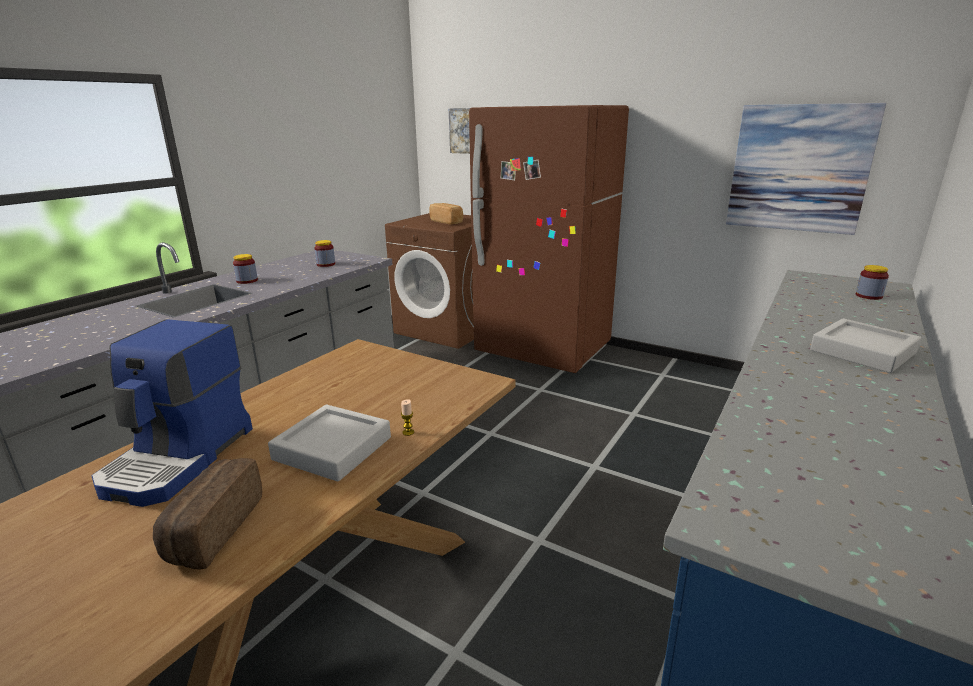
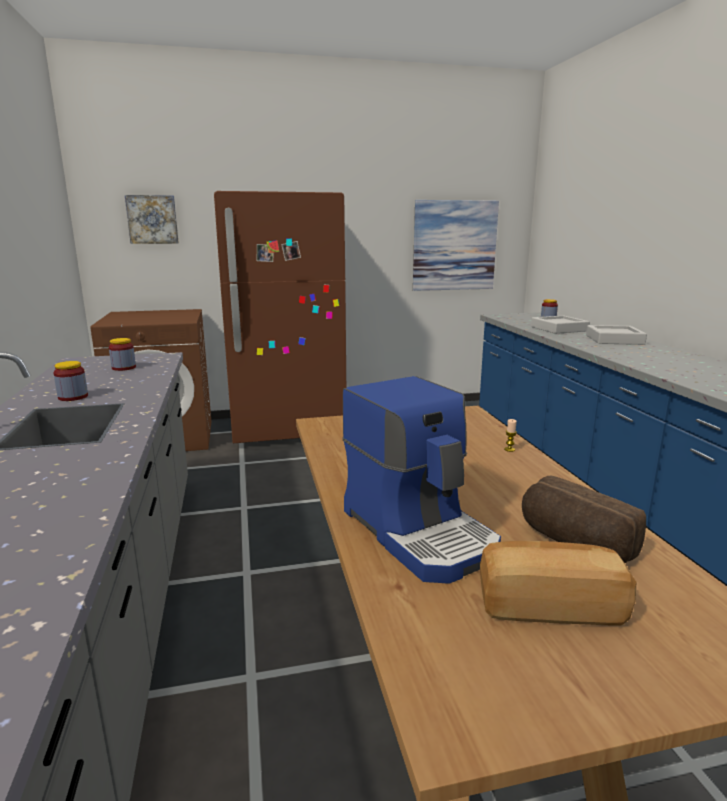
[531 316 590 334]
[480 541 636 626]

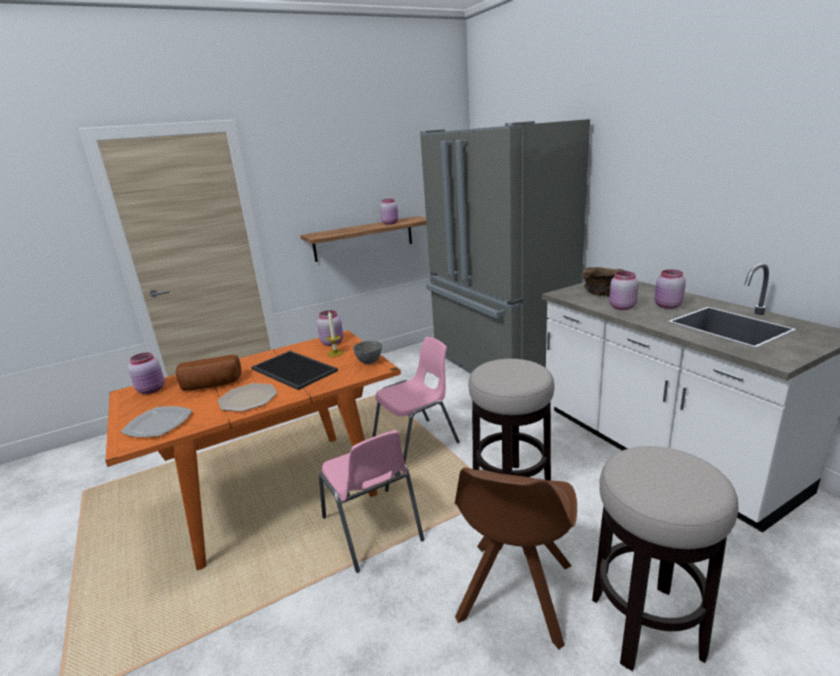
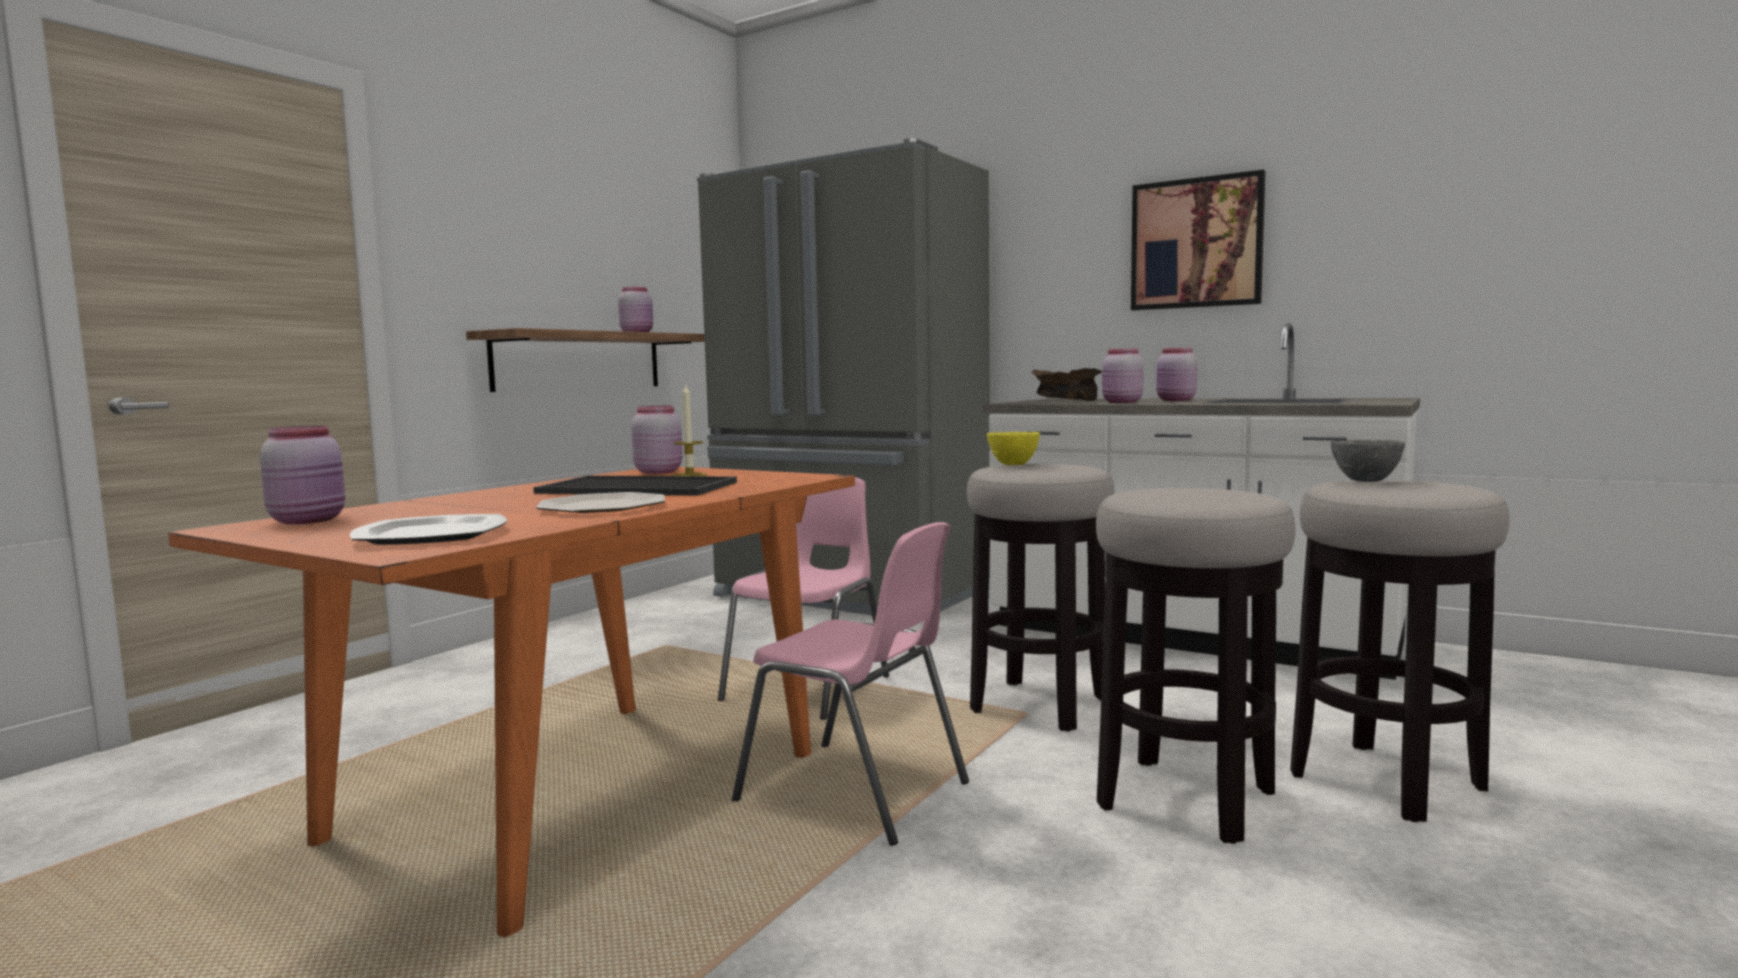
[176 355 241 391] (first image)
[1331 440 1405 482]
[1096 488 1296 844]
[987 432 1040 465]
[1131 170 1265 310]

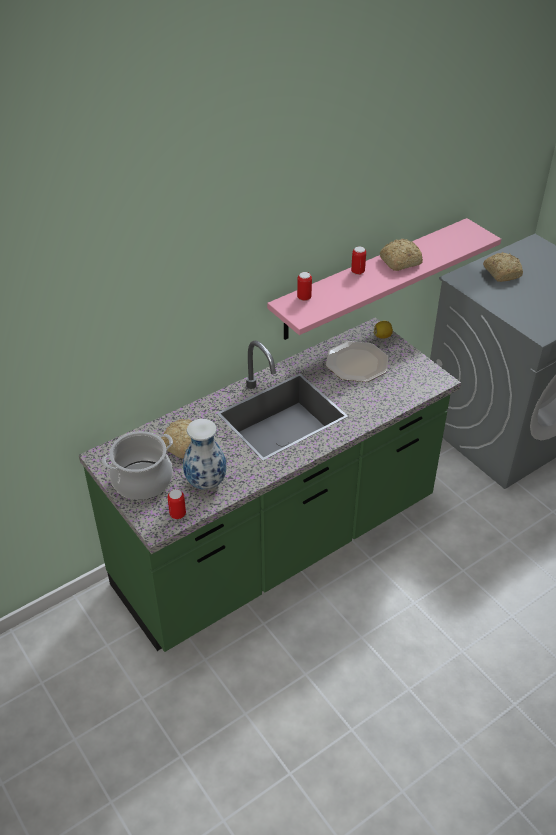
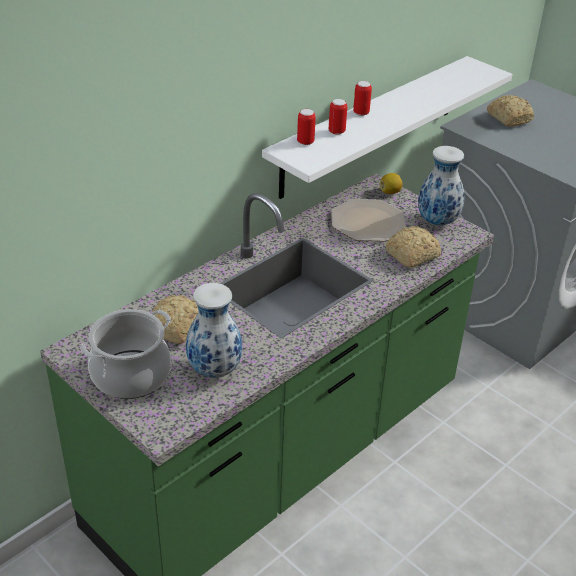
[329 99 347 135]
[262 56 513 199]
[385 226 441 268]
[418 146 465 226]

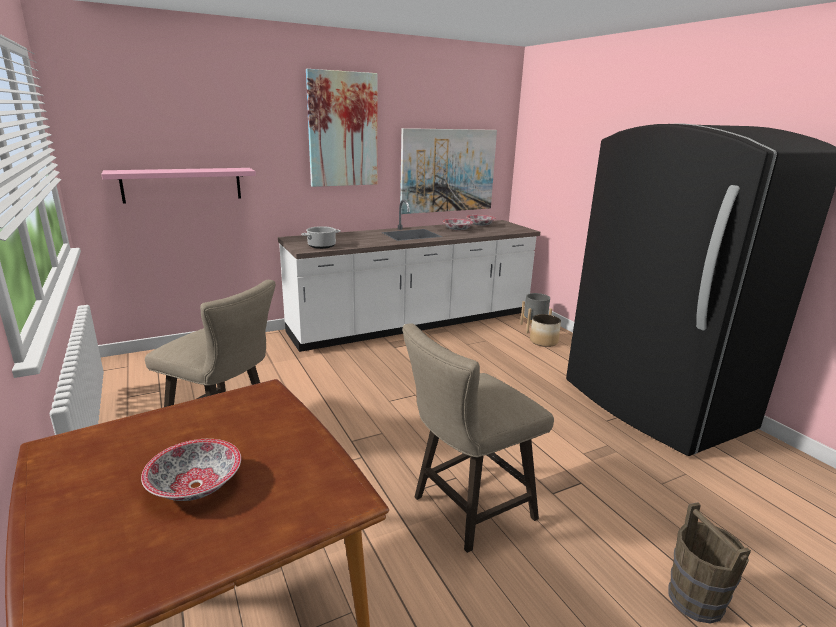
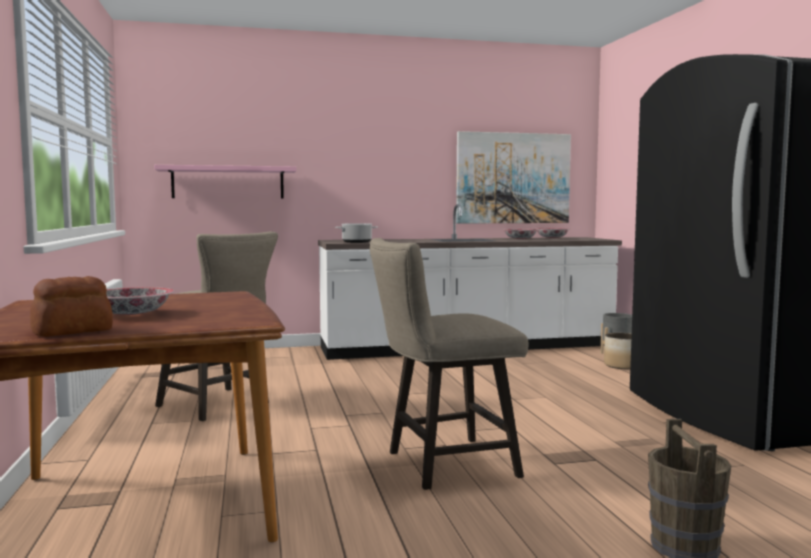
[306 69 378 187] (first image)
[30 276 113 337]

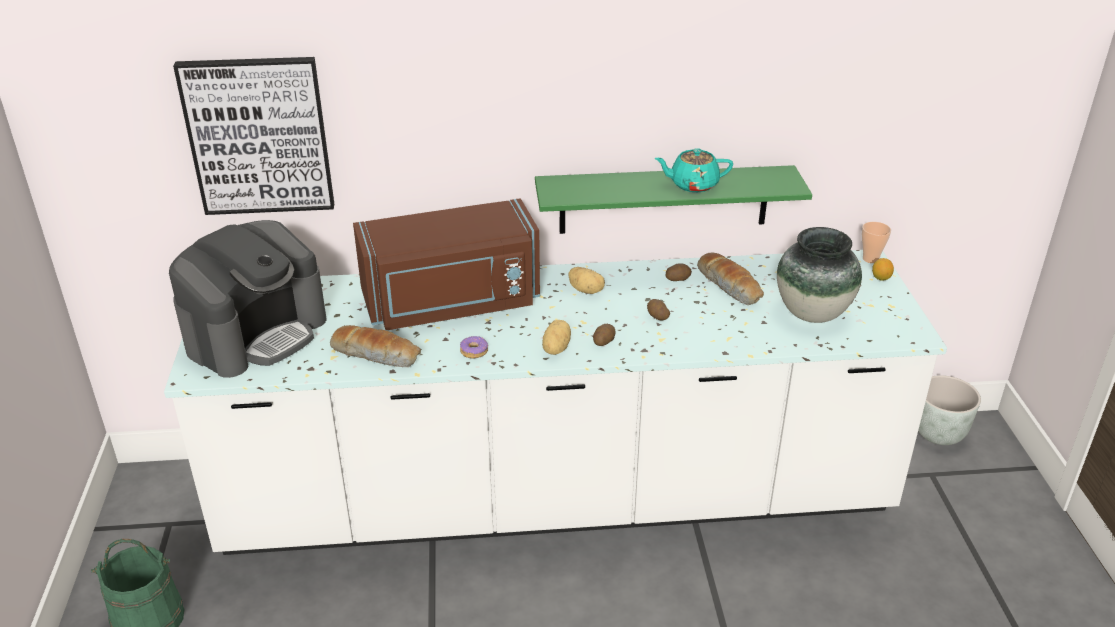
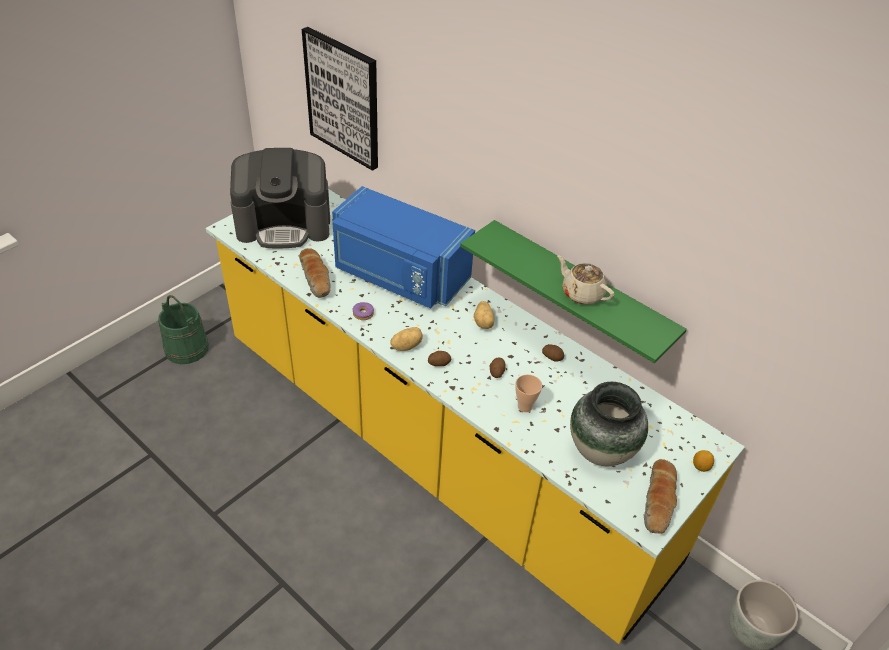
[206 189 745 644]
[332 186 475 309]
[557 255 614 305]
[643 459 677 534]
[515 374 542 412]

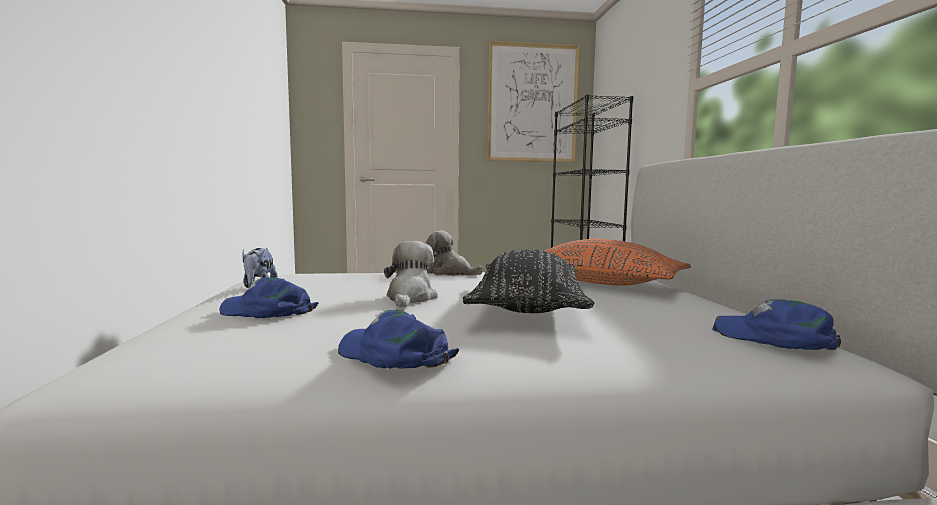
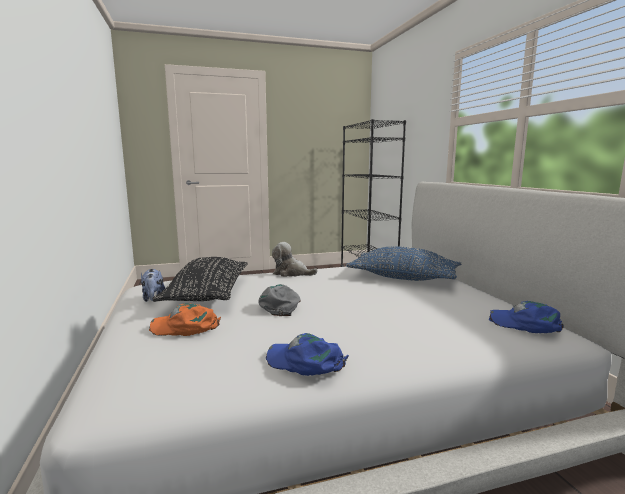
[149 303 221 336]
[258 284 301 316]
[152 257 248 302]
[487 41 580 162] (first image)
[346 246 462 281]

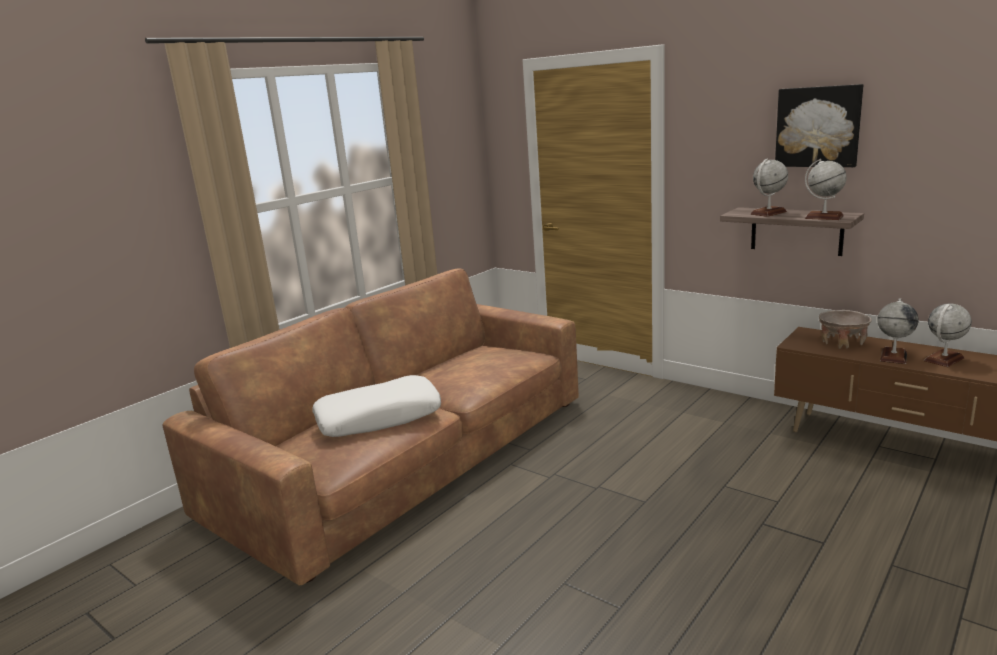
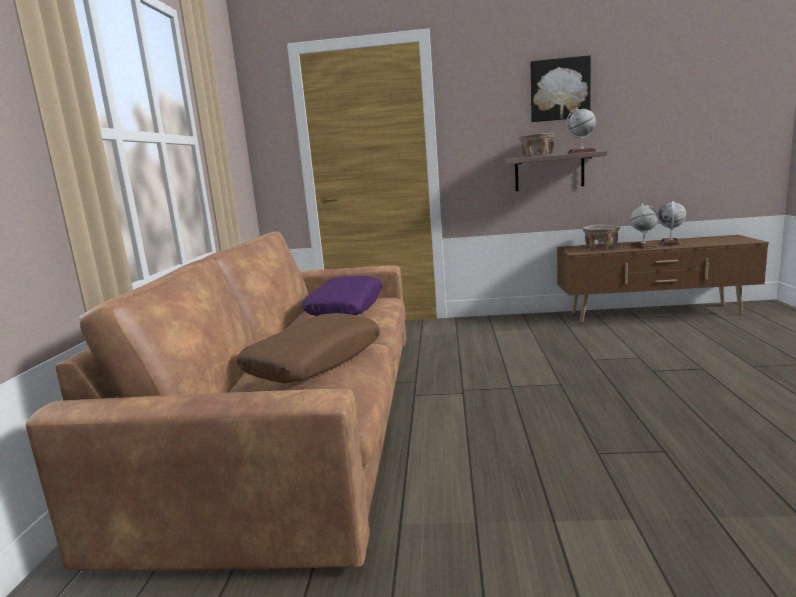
[237 313 380 383]
[518 133 556 157]
[302 276 382 316]

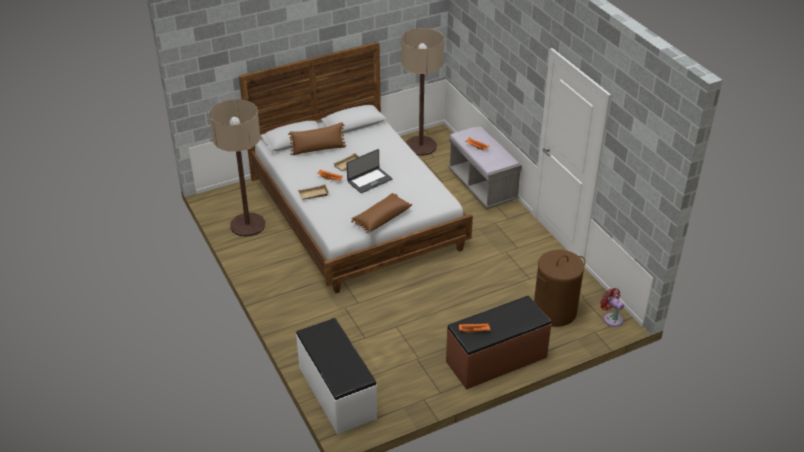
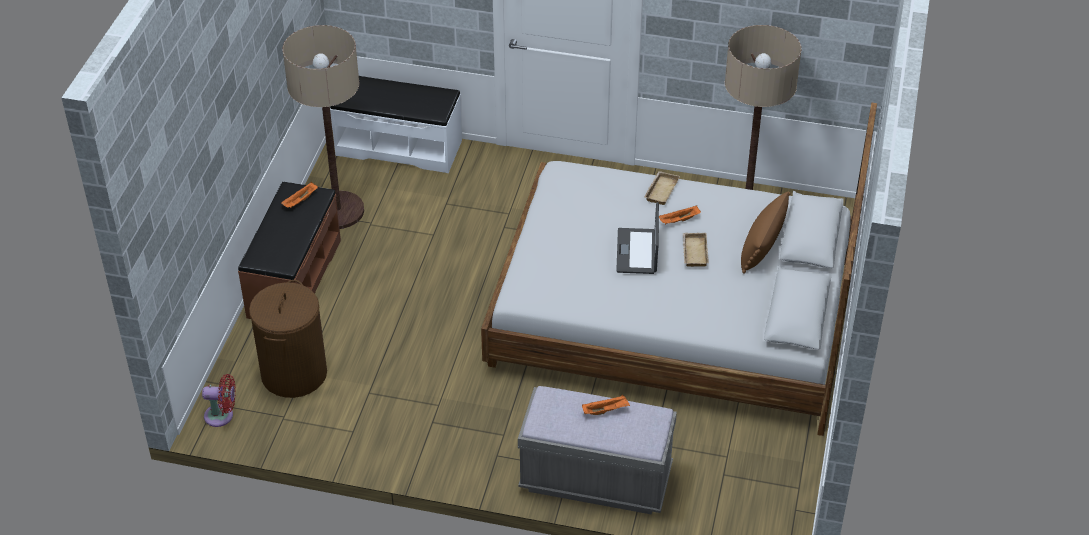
[351 193 412 233] (first image)
[282 25 364 229]

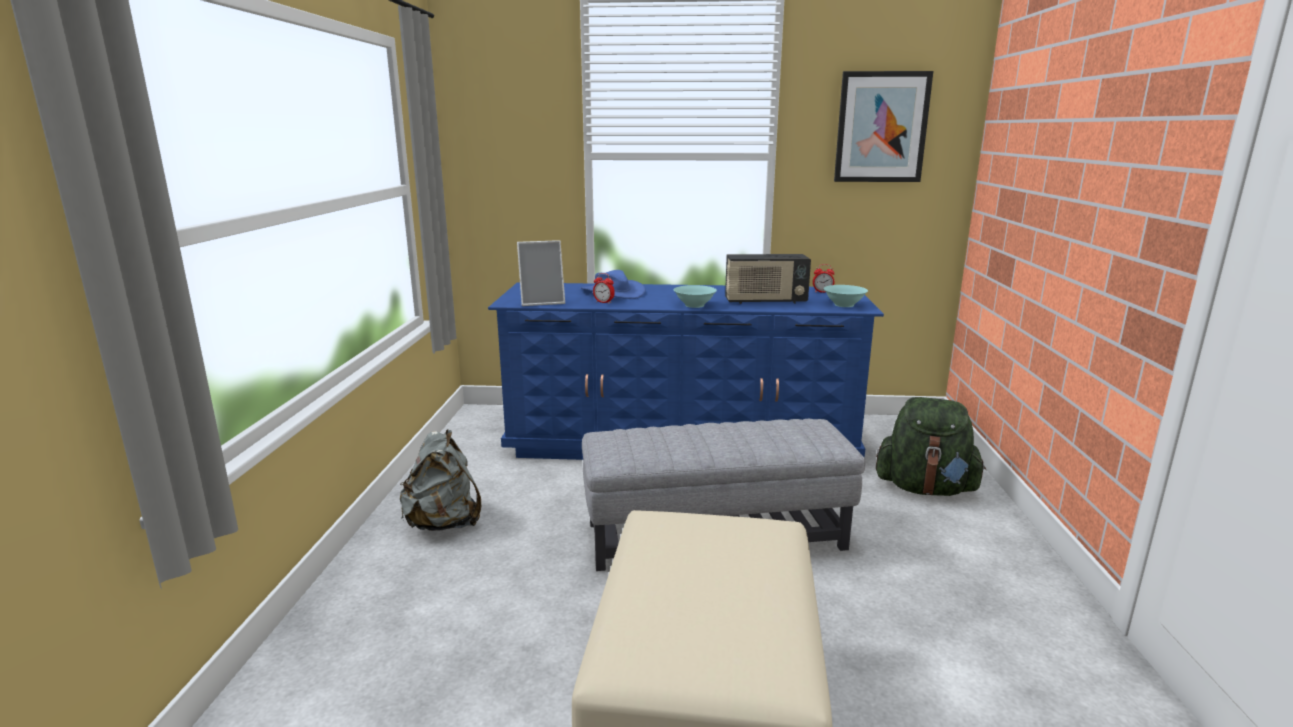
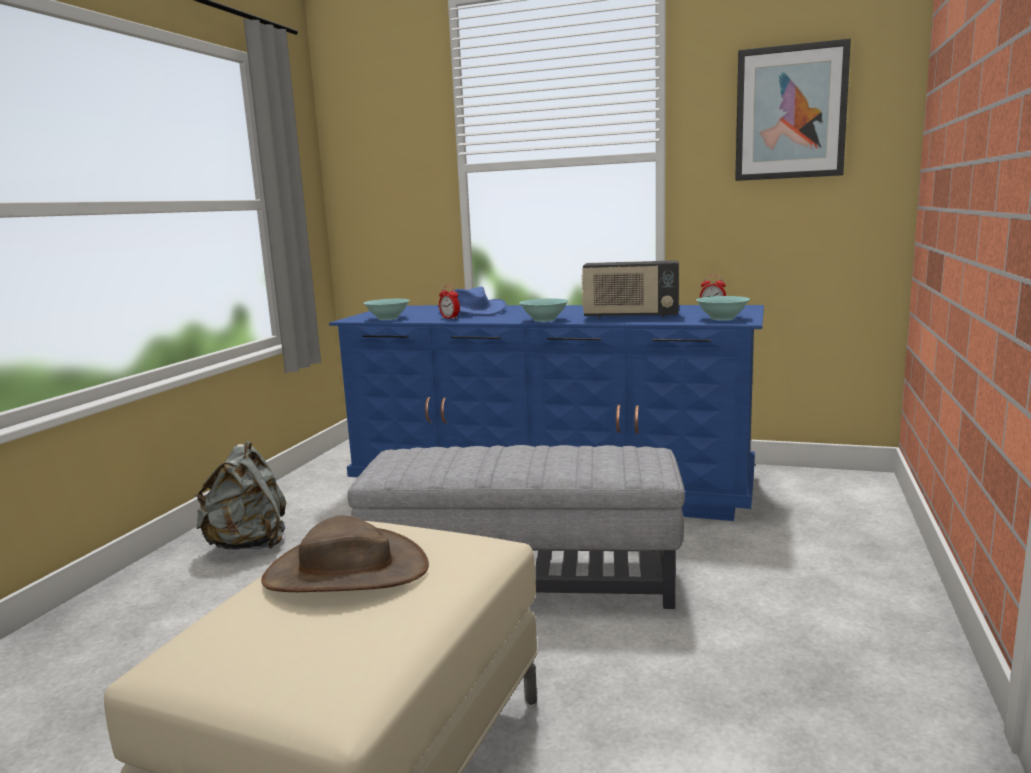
[364 299 410 320]
[876 397 986 496] (first image)
[261 515 429 592]

